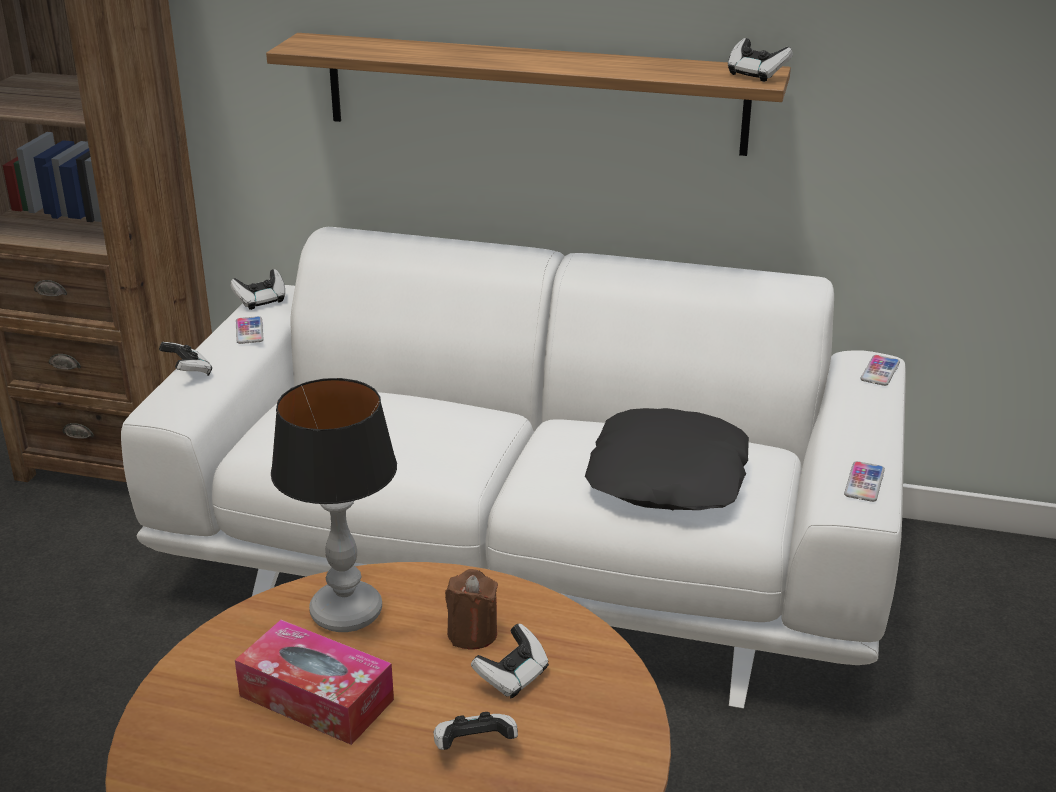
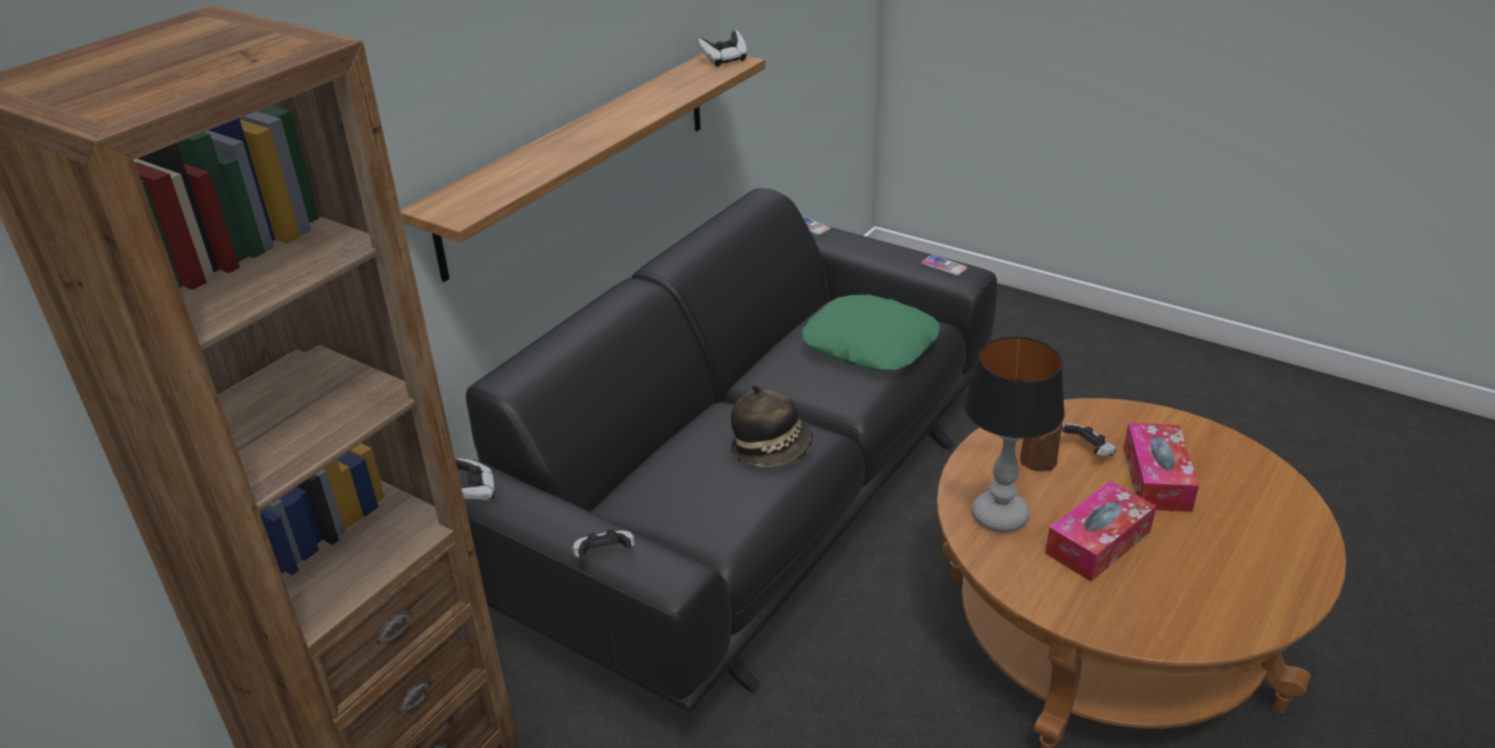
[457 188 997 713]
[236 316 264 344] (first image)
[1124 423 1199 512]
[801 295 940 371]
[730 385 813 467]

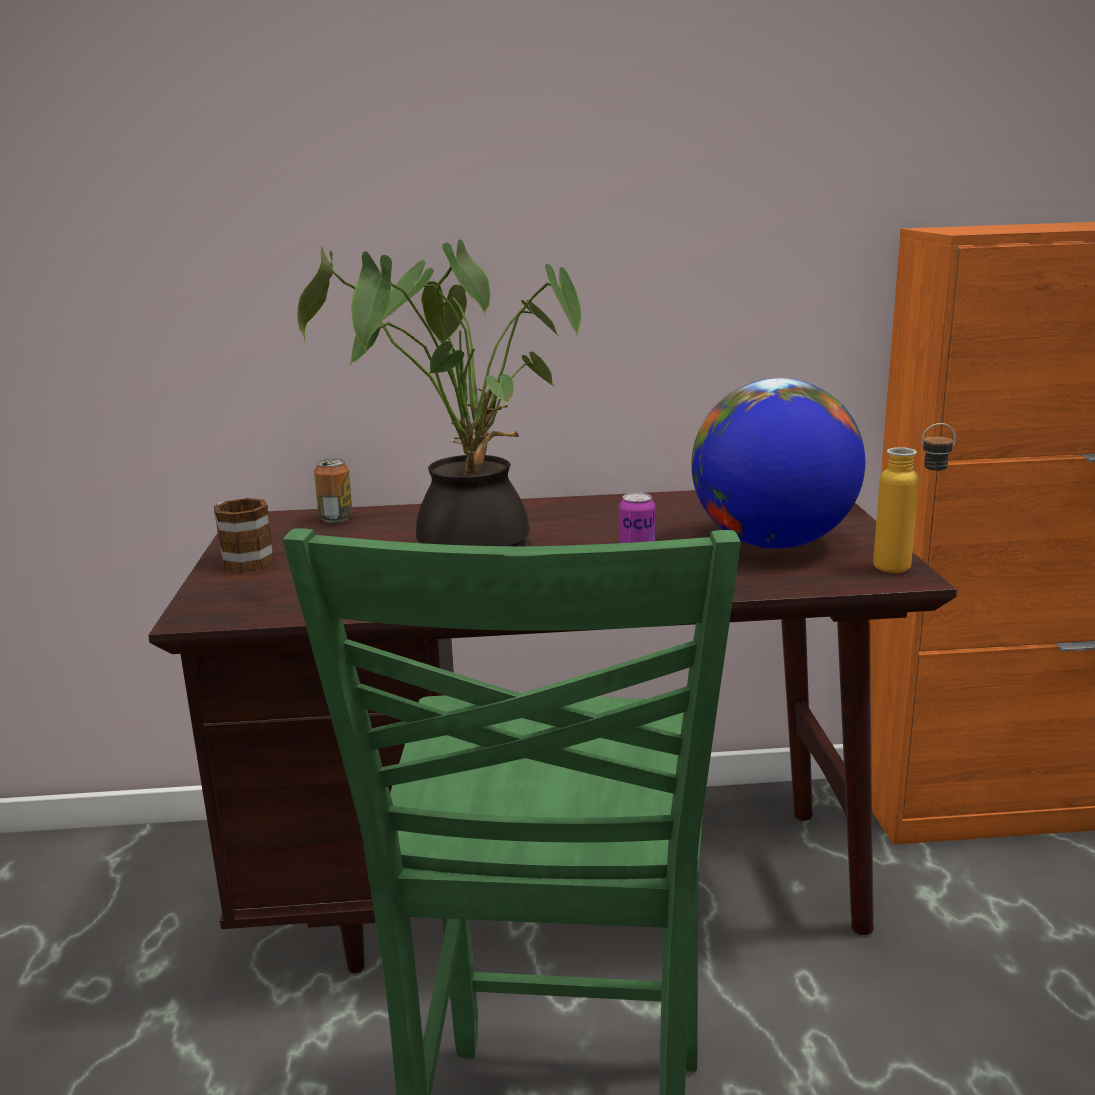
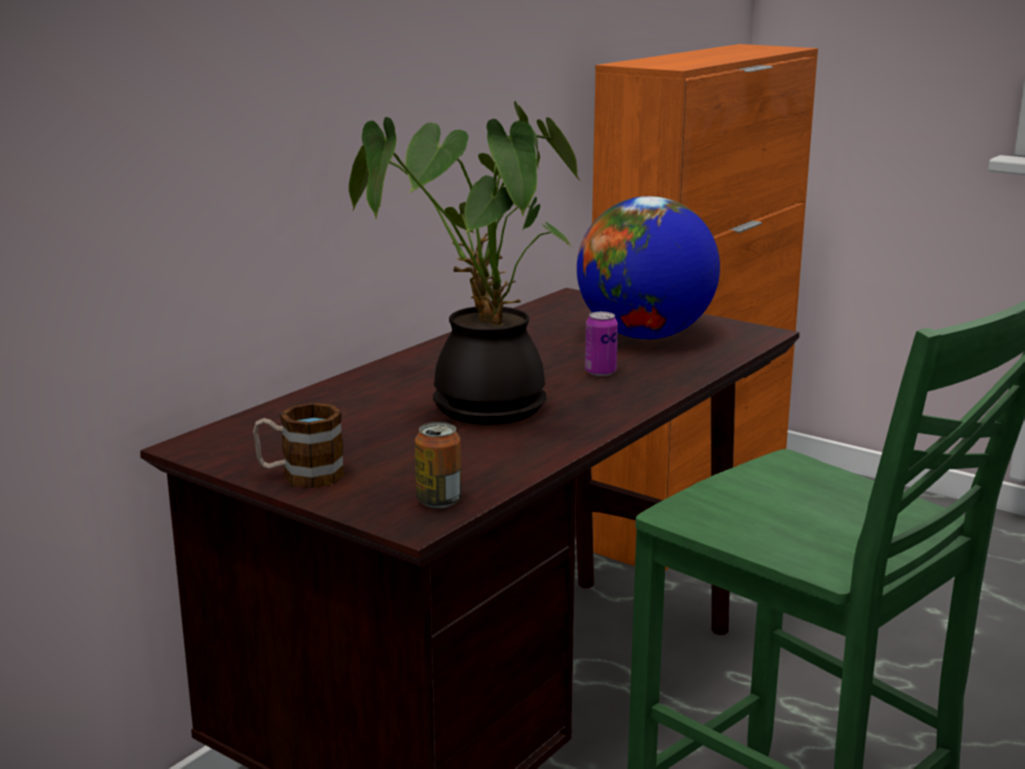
[415 422 461 508]
[873 423 956 573] (first image)

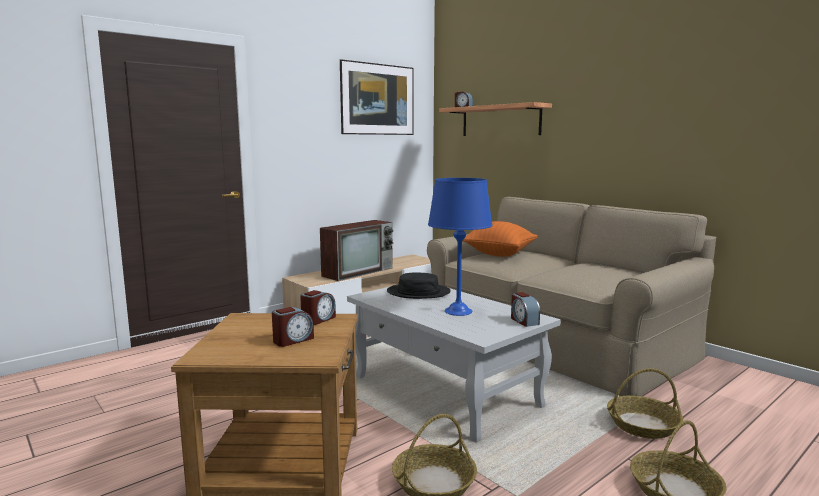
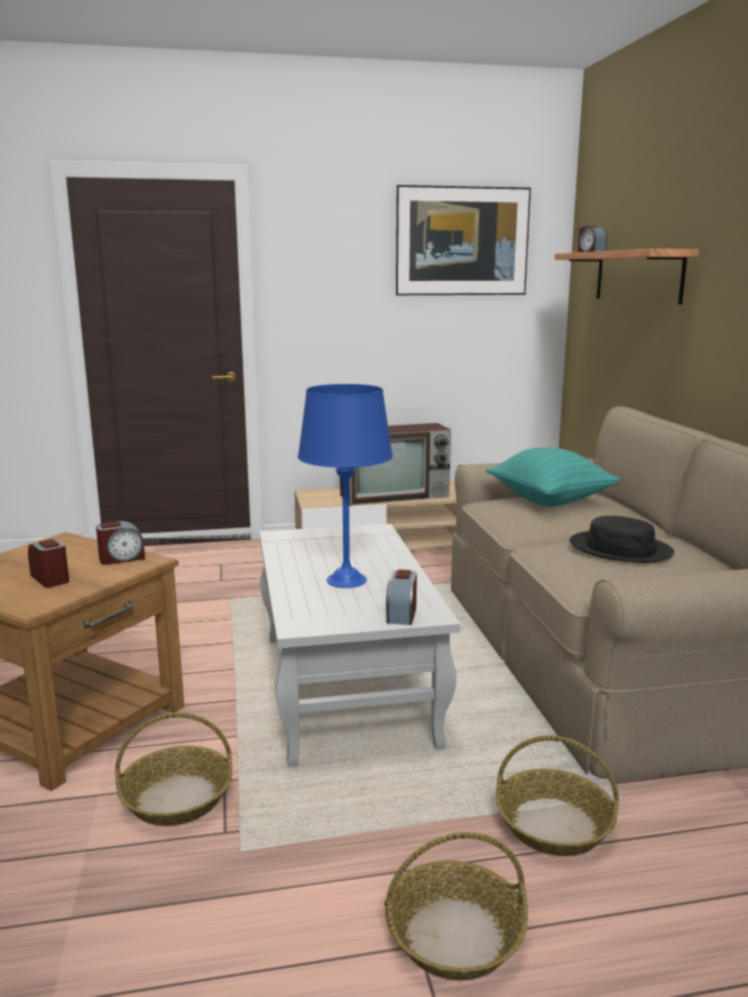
[28 539 69 587]
[570 516 674 563]
[486 447 621 506]

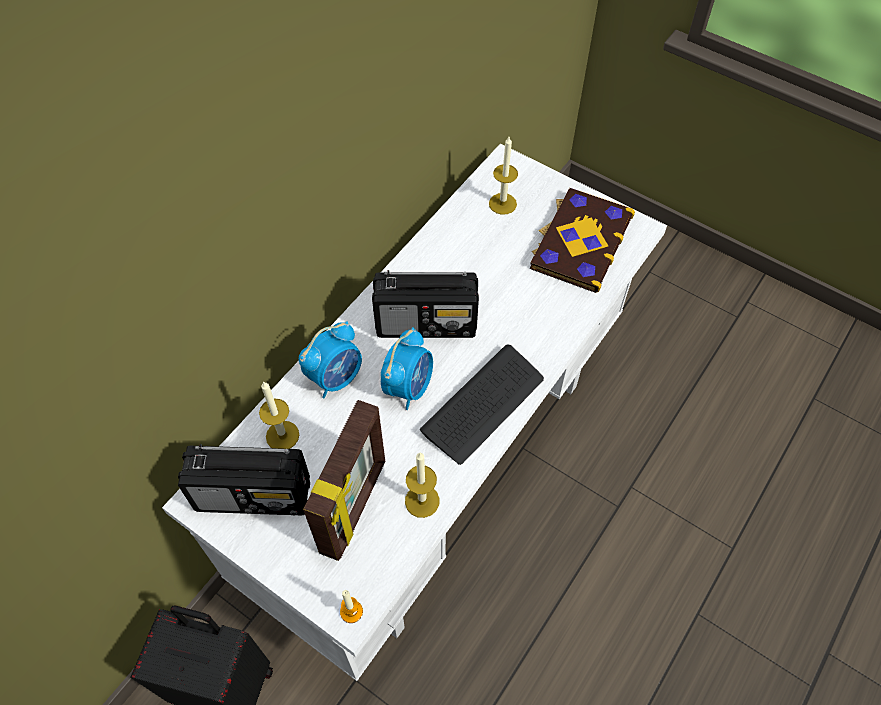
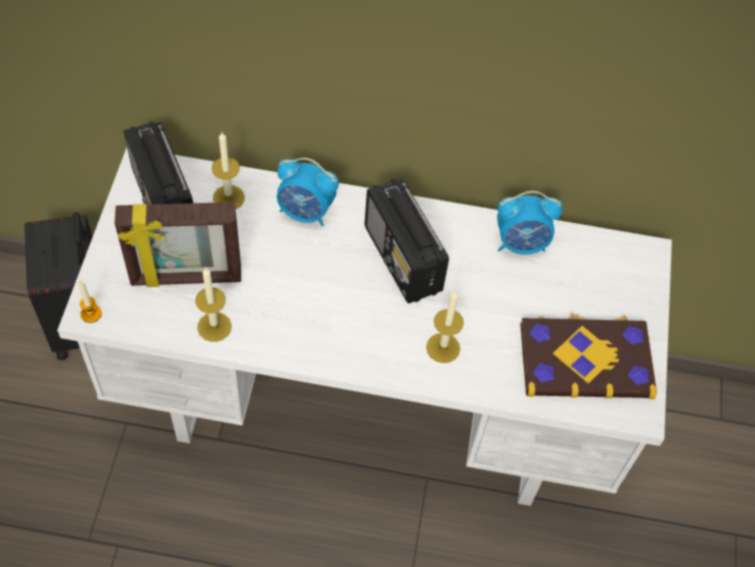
[497 191 562 254]
[420 345 544 465] (first image)
[426 290 464 363]

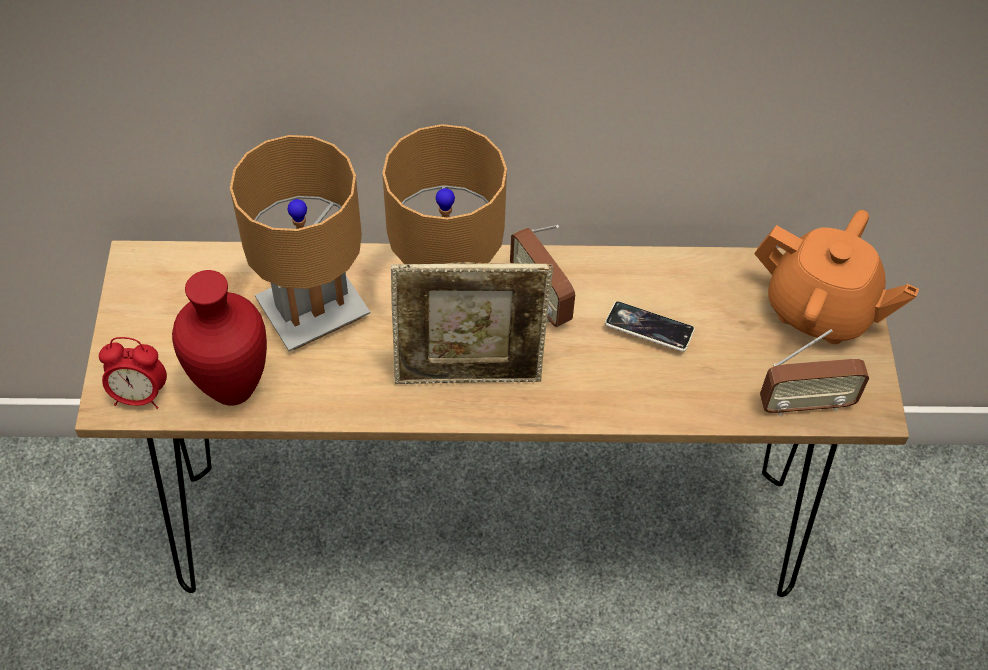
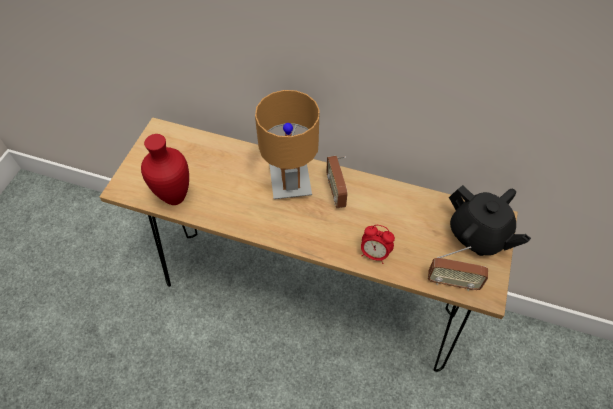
[361 225 395 264]
[230 135 370 351] (first image)
[391 262 553 384] (first image)
[605 301 695 352] (first image)
[449 185 531 256]

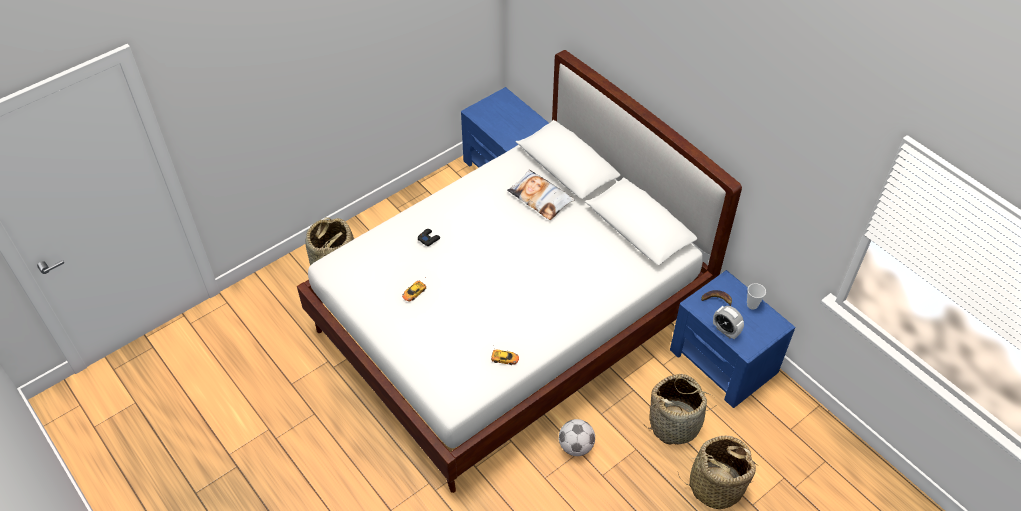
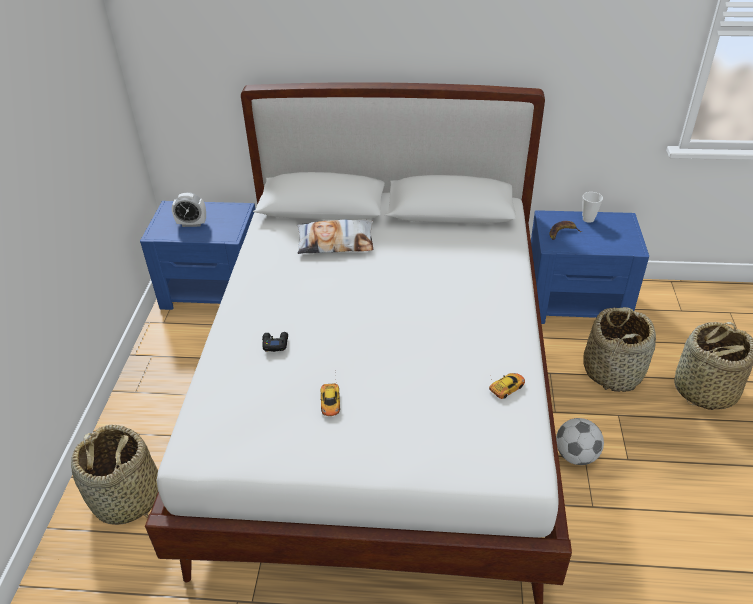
[172 192 206 227]

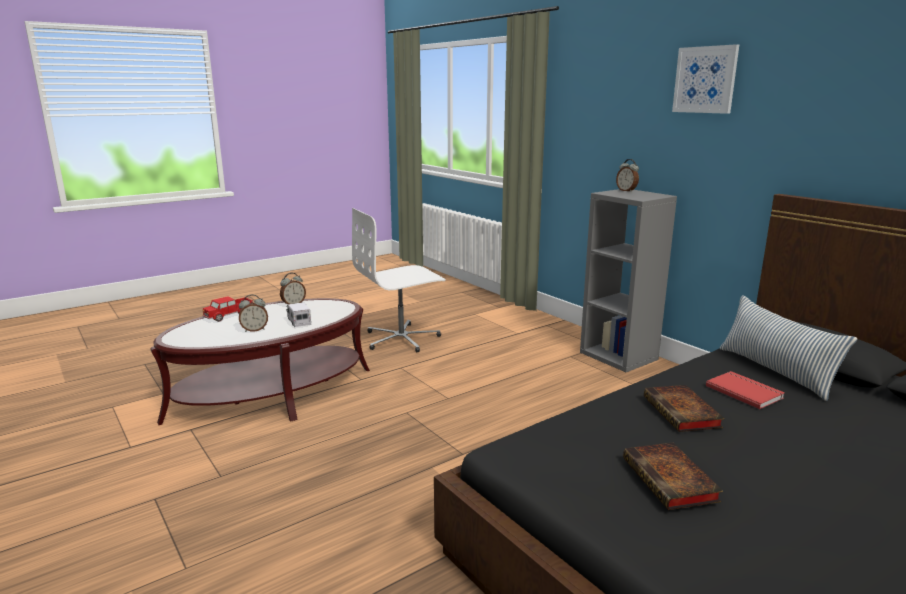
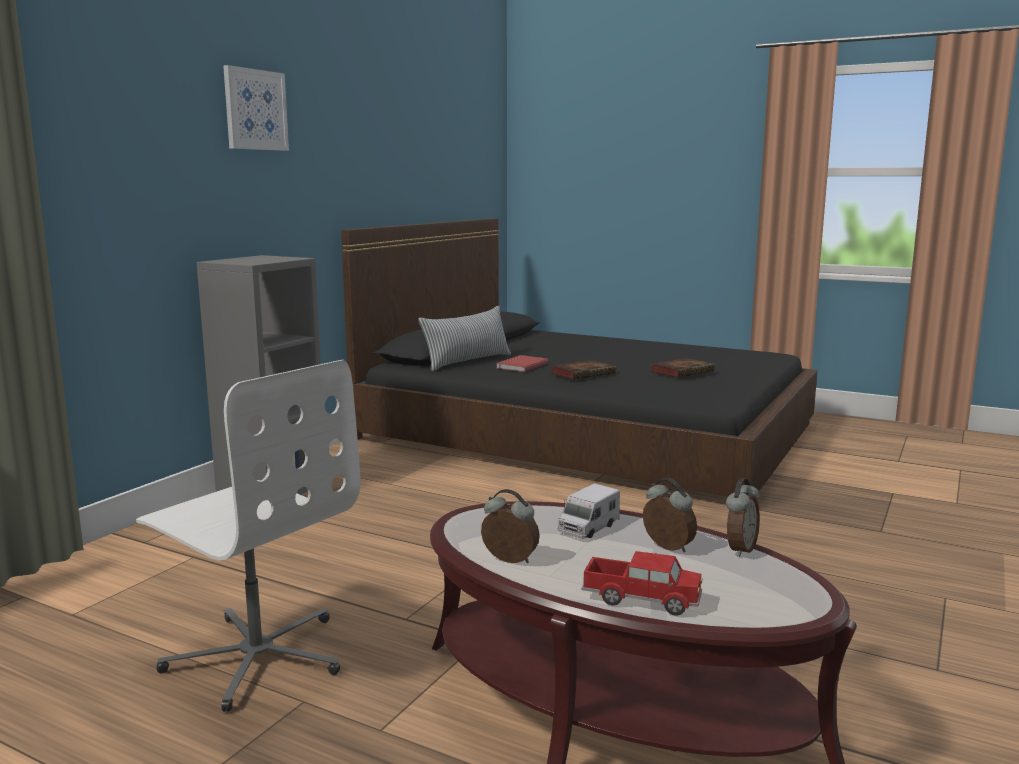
[726 478 760 557]

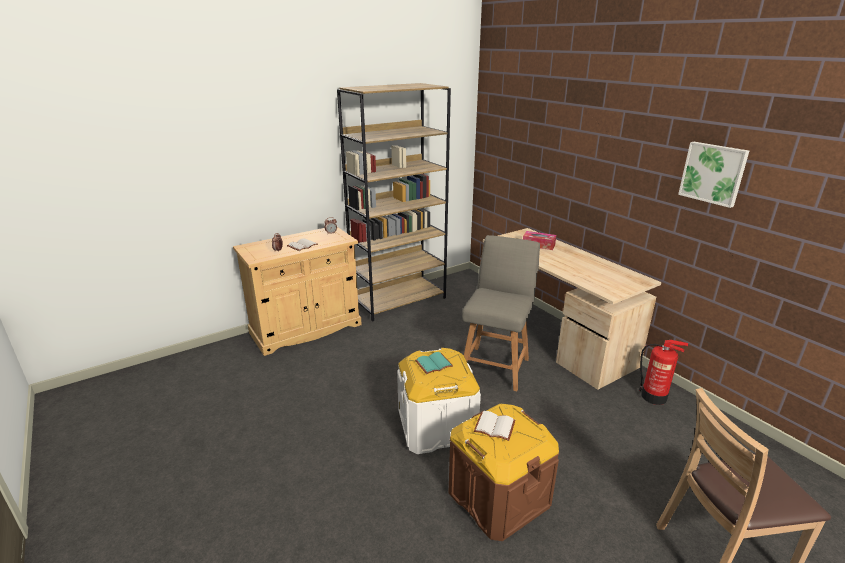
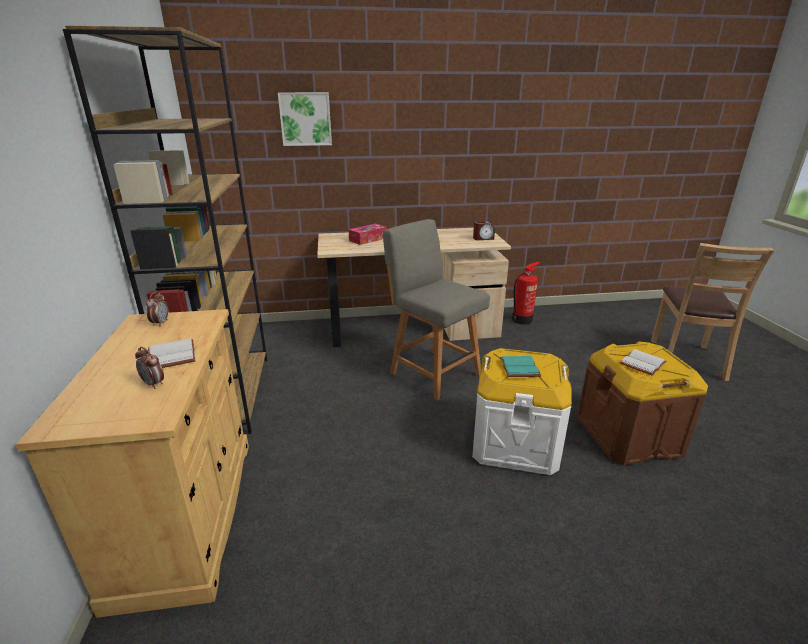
[278 92 332 146]
[473 221 495 240]

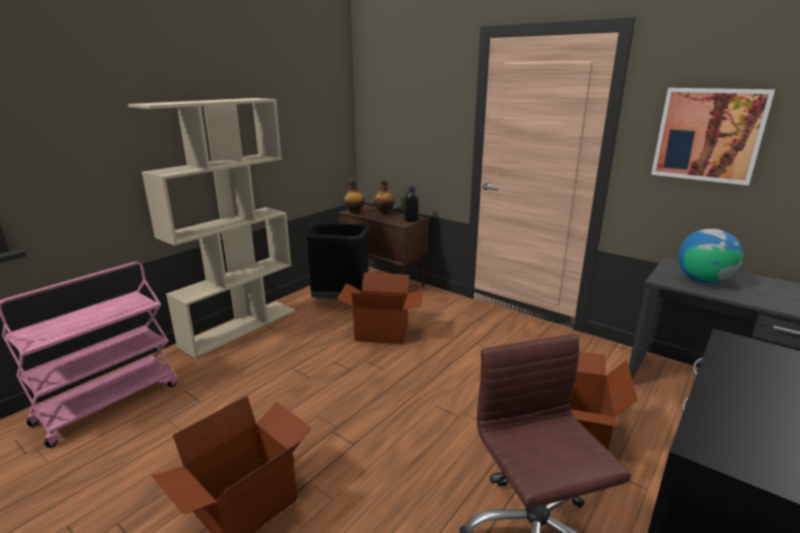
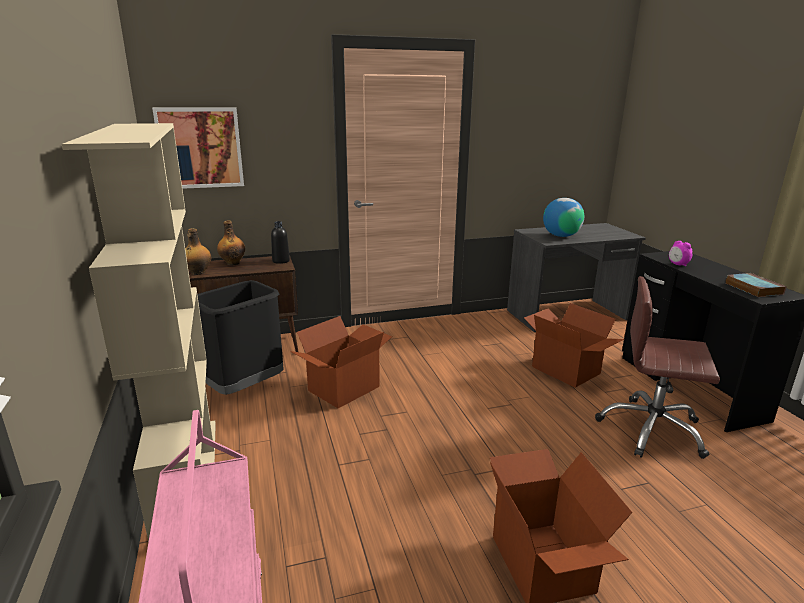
[152 107 244 189]
[669 241 692 266]
[725 273 786 297]

